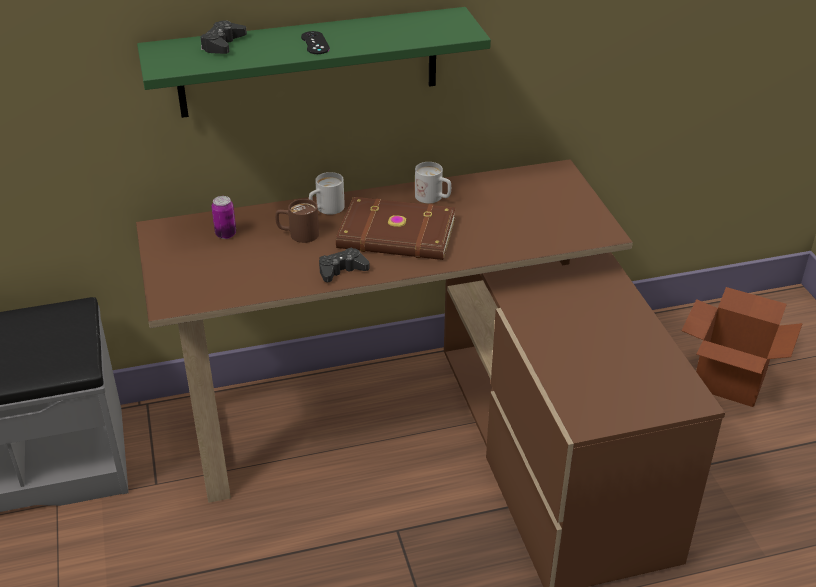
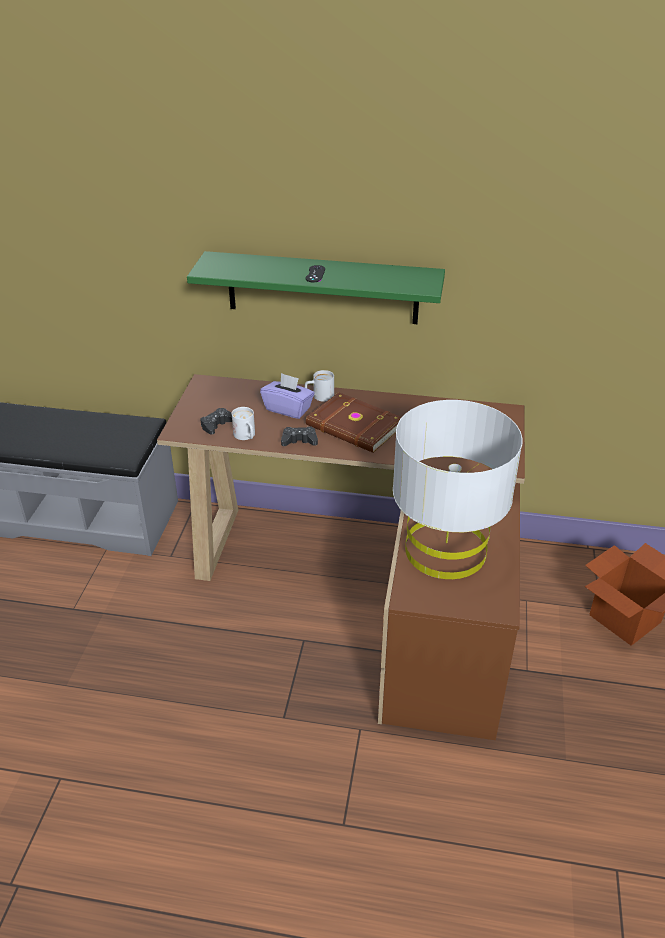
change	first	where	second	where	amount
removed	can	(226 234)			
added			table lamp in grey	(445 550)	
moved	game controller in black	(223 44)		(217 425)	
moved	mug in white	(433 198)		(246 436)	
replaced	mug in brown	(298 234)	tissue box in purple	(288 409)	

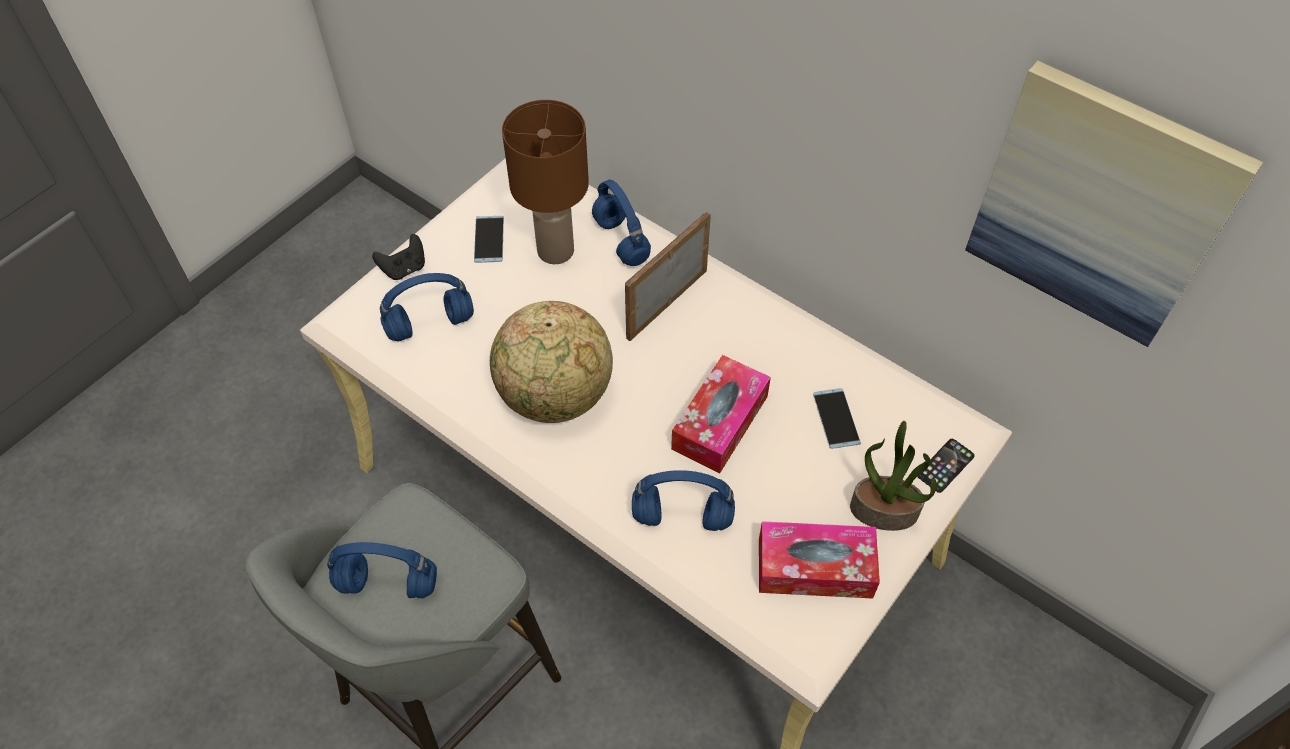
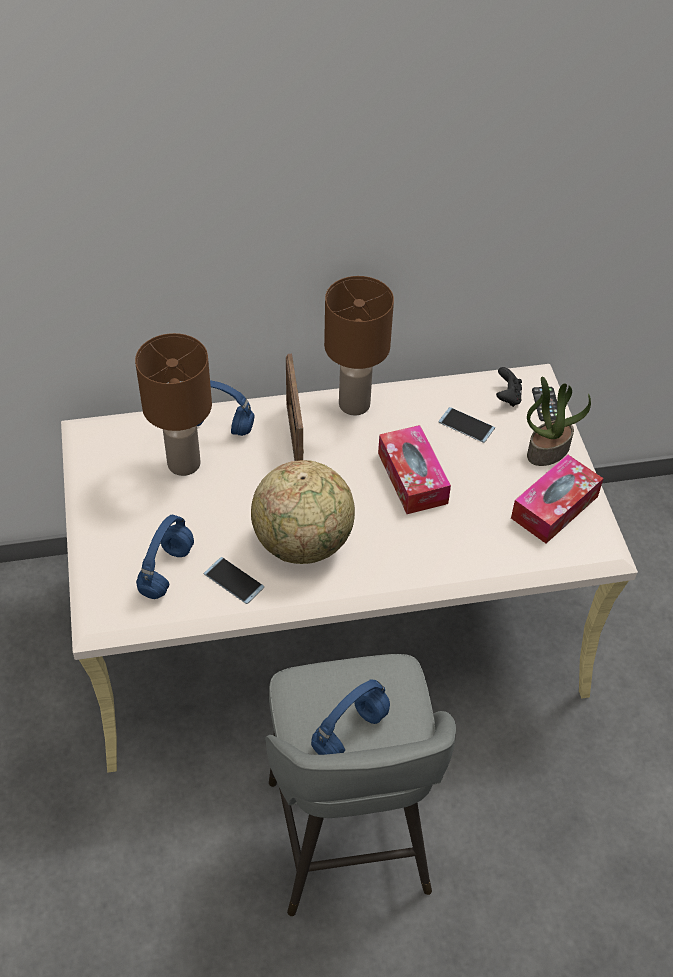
change	first	where	second	where	amount
removed	headphones in blue	(680 518)			
removed	picture	(1099 206)			
added			table lamp in brown	(354 405)	
moved	game controller in black	(404 269)		(507 397)	
moved	phone	(489 239)		(234 580)	

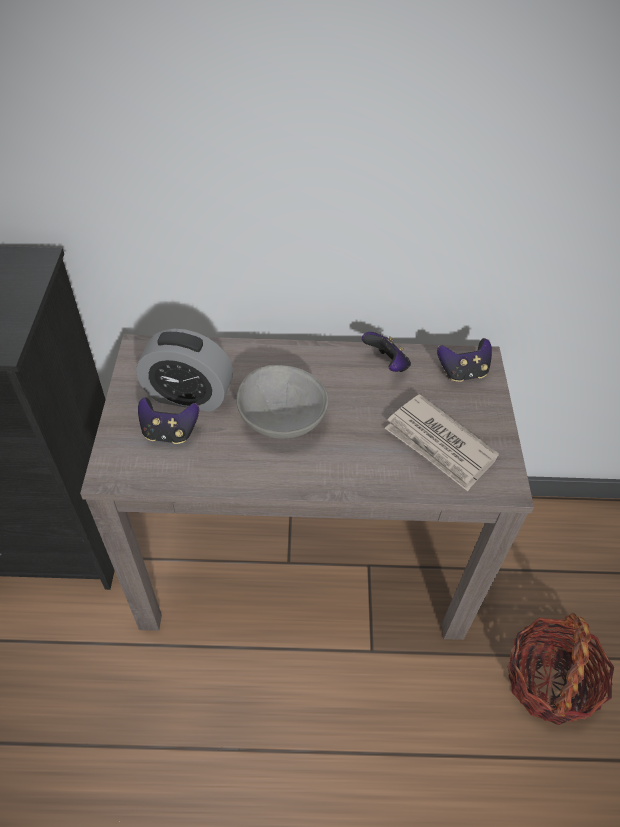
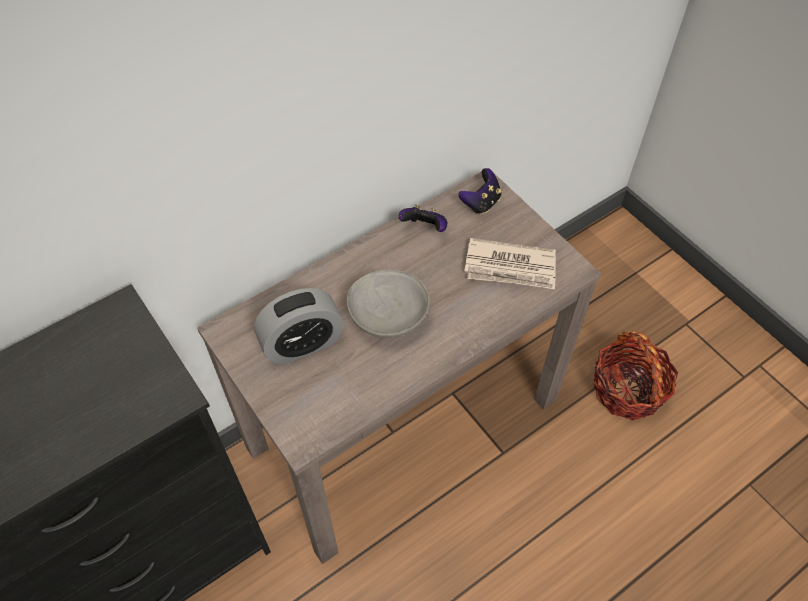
change	first	where	second	where	amount
removed	game controller	(169 432)			

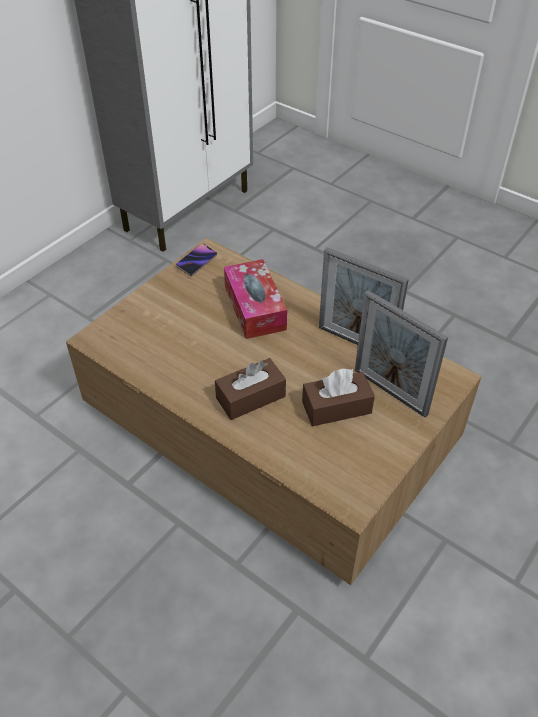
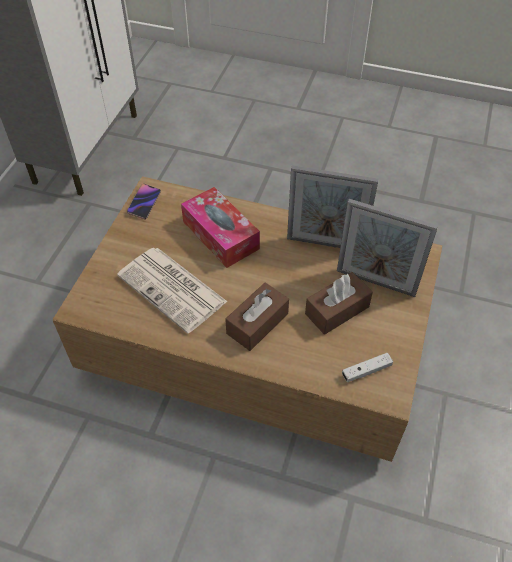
change	first	where	second	where	amount
added			newspaper	(173 289)	
added			game controller in white	(366 371)	

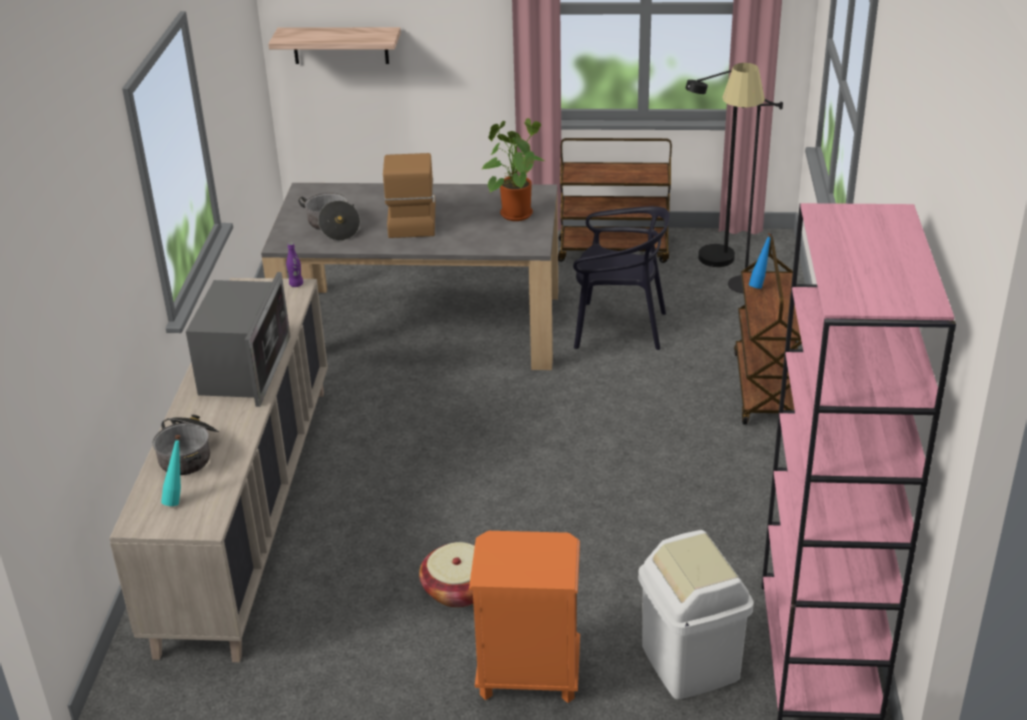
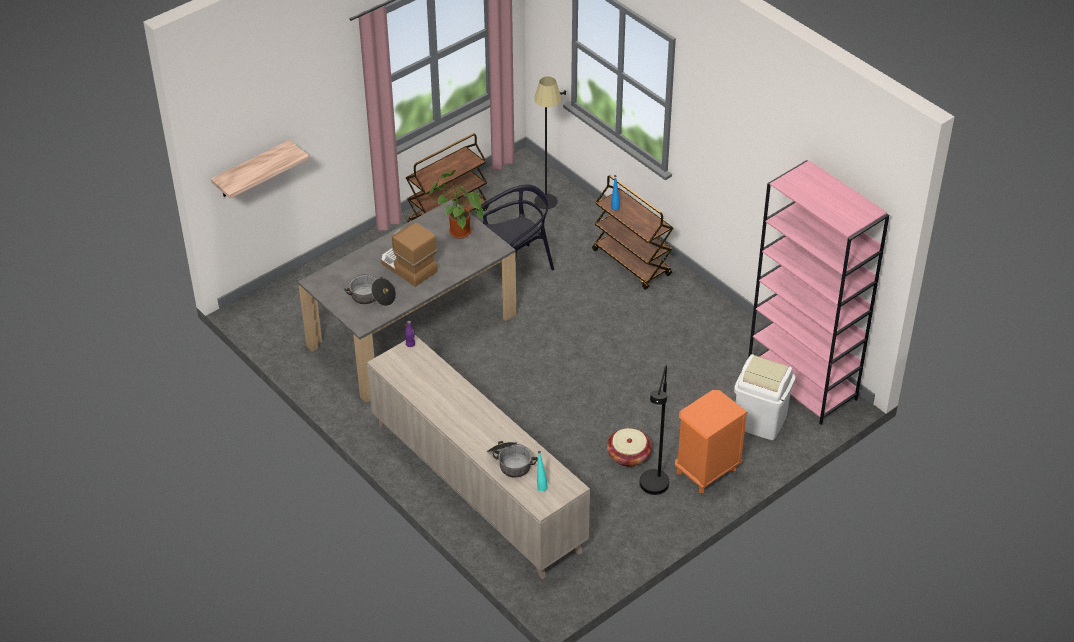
change	first	where	second	where	amount
removed	microwave	(244 369)			
moved	floor lamp in black	(708 261)		(653 490)	

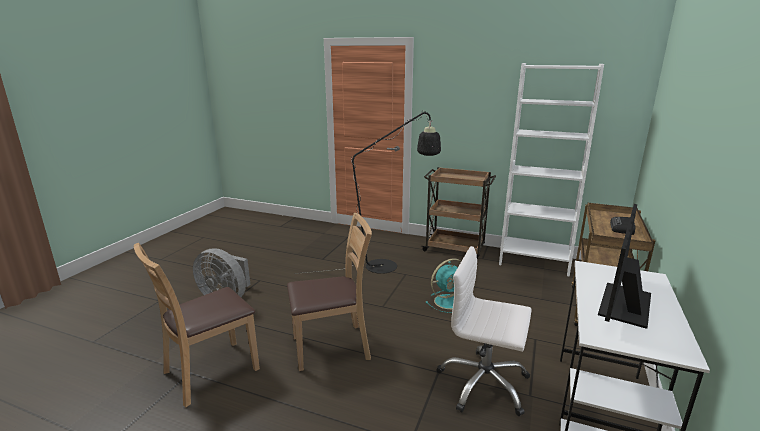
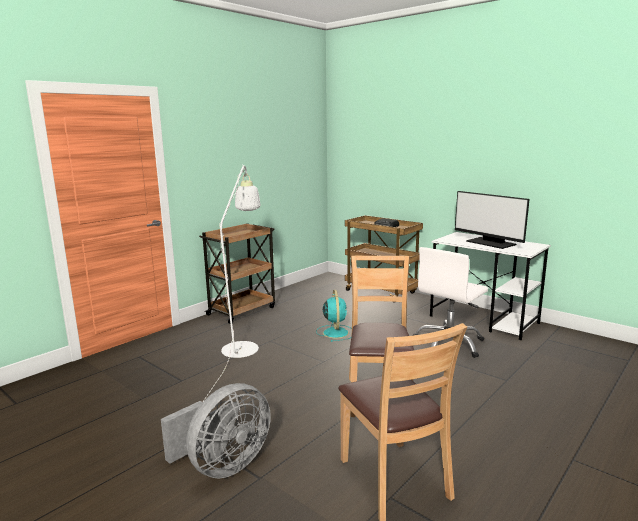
change	first	where	second	where	amount
removed	bookcase in white	(534 262)			
recoloured	floor lamp in black	(389 265)	floor lamp in white	(242 345)	

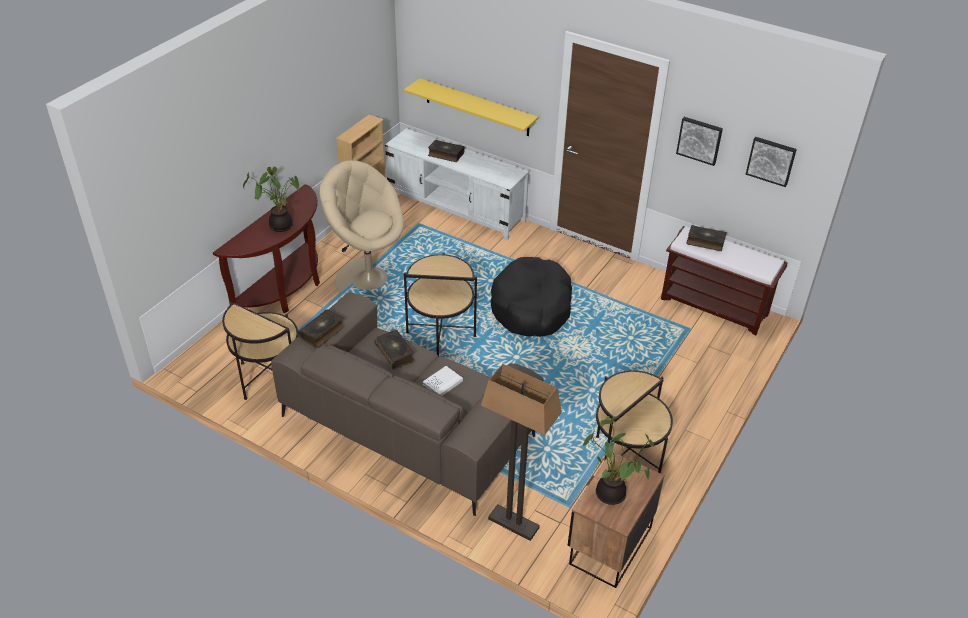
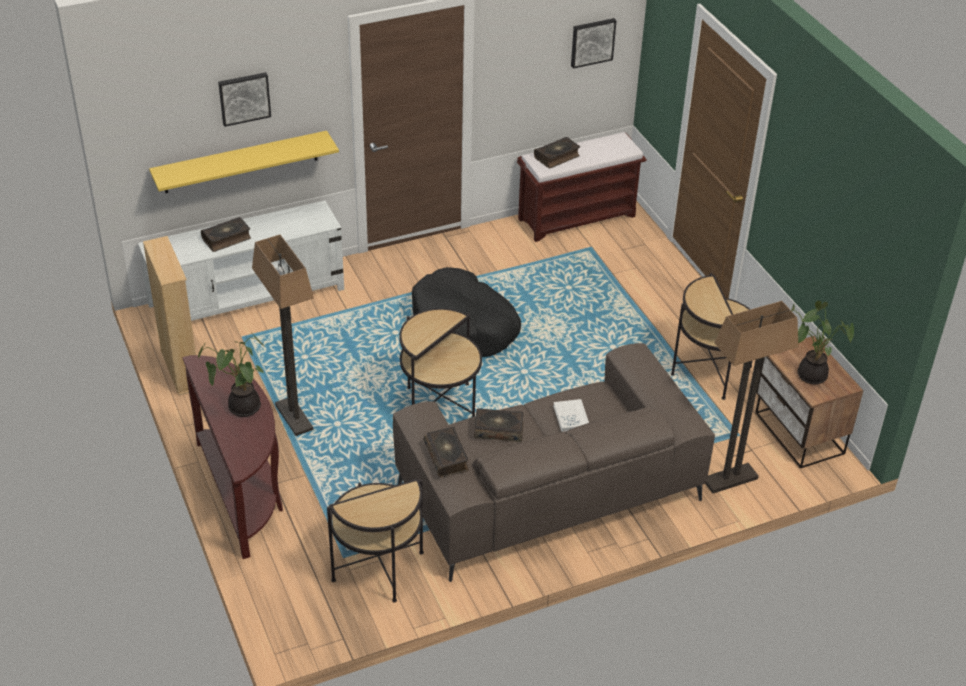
change	first	where	second	where	amount
moved	picture	(699 140)		(244 98)	
replaced	armchair in beige	(368 278)	floor lamp	(293 417)	

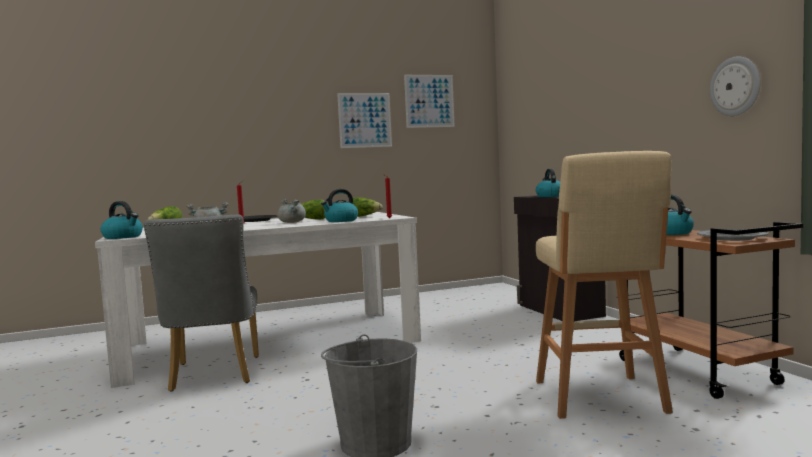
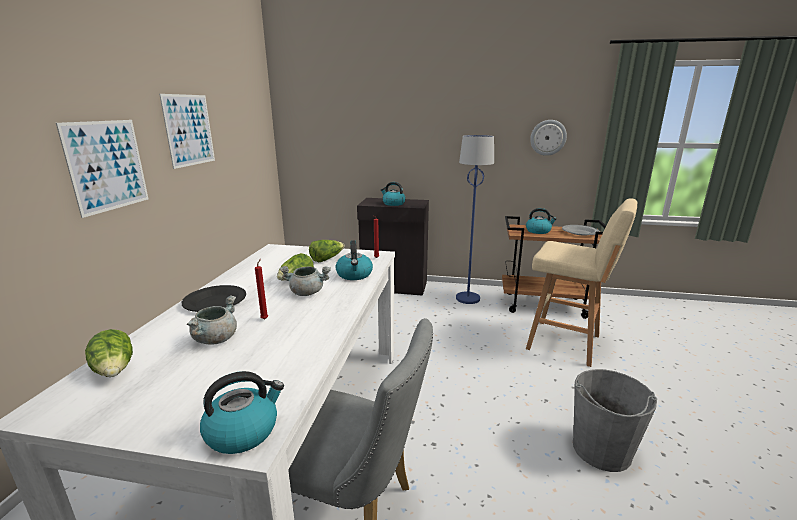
change	first	where	second	where	amount
added			floor lamp in blue	(468 298)	
moved	picture	(429 101)		(107 166)	

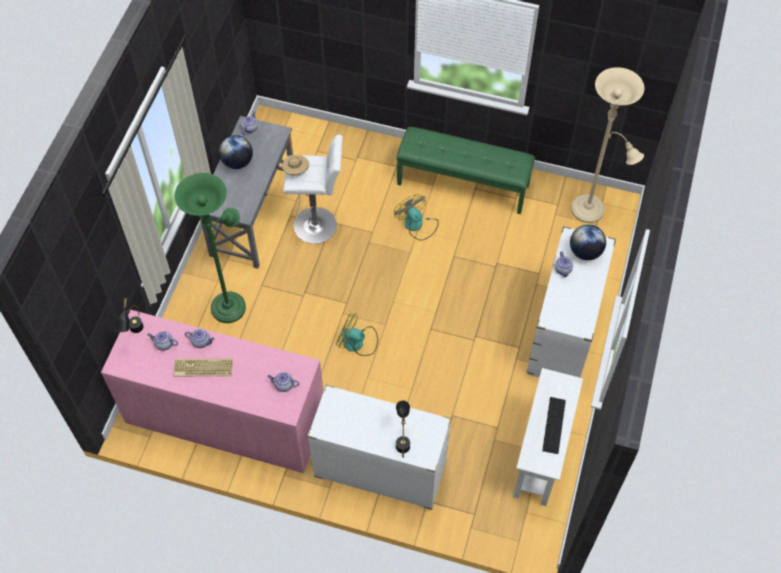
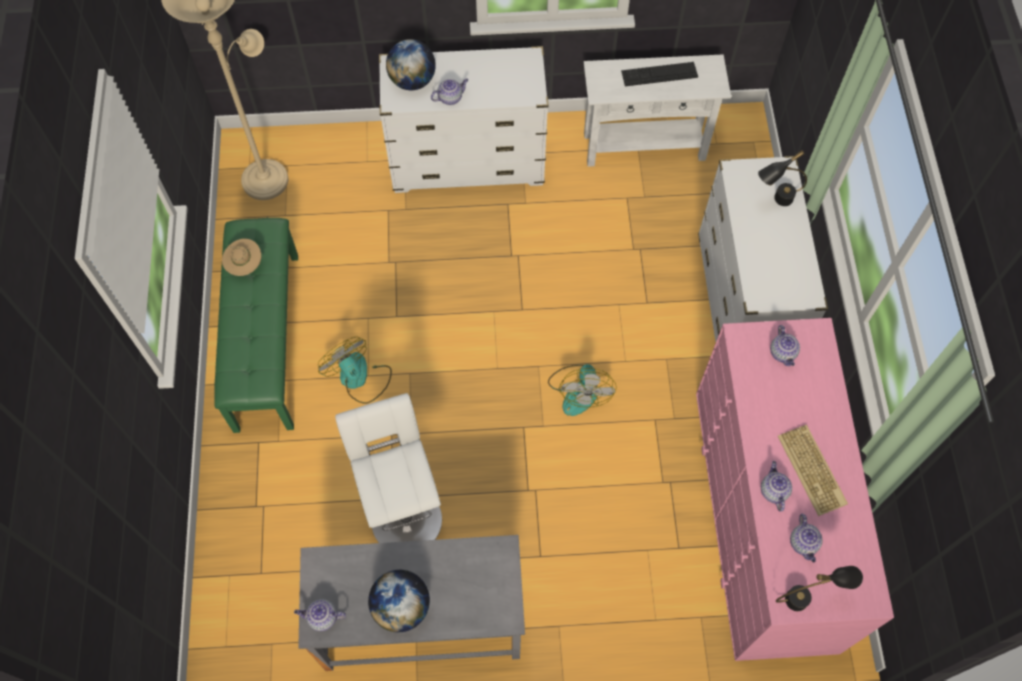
change	first	where	second	where	amount
removed	floor lamp in green	(230 304)			
moved	hat in beige	(296 171)		(244 265)	
turned	fan	(417 225)		(359 378)	105 degrees clockwise

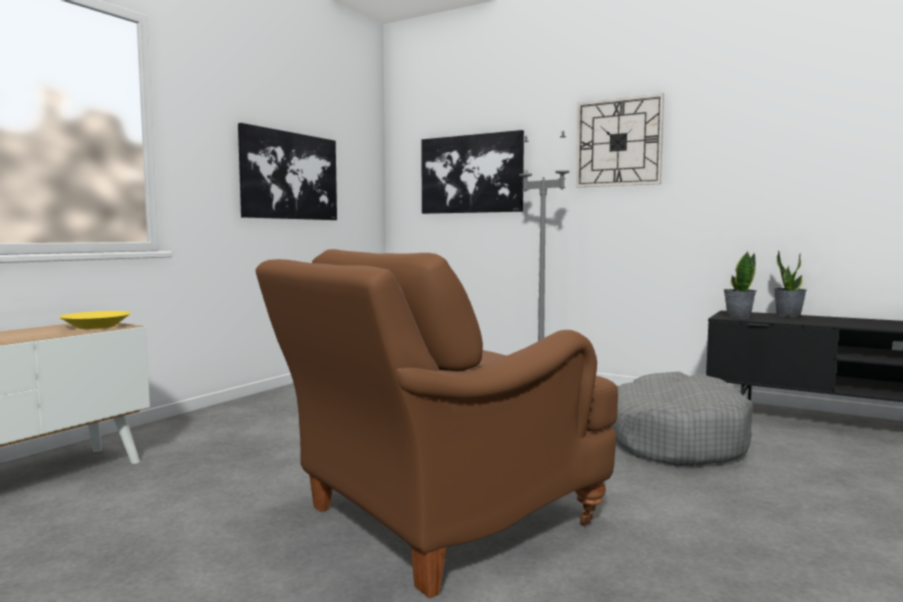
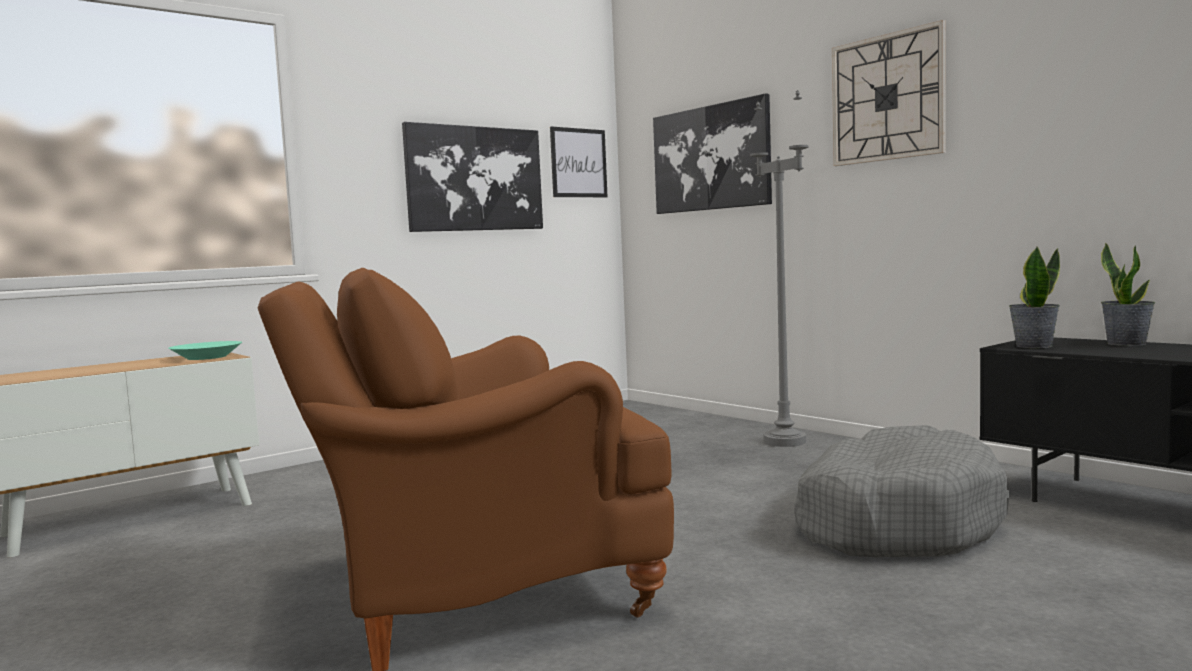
change	first	where	second	where	amount
added			picture	(578 163)	
recoloured	bowl in yellow	(96 326)	bowl in turquoise	(207 357)	

